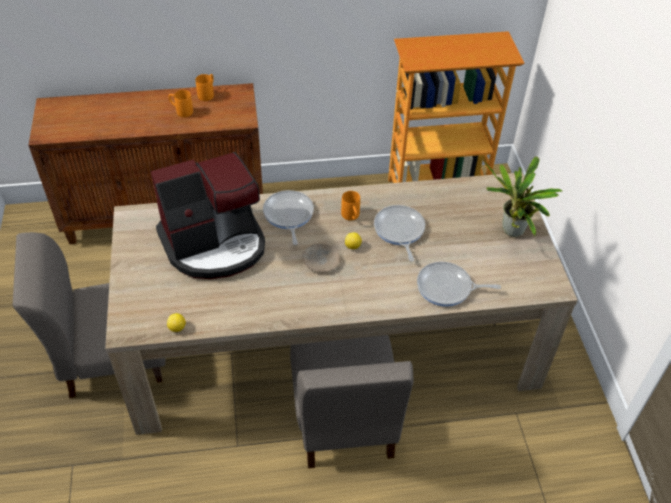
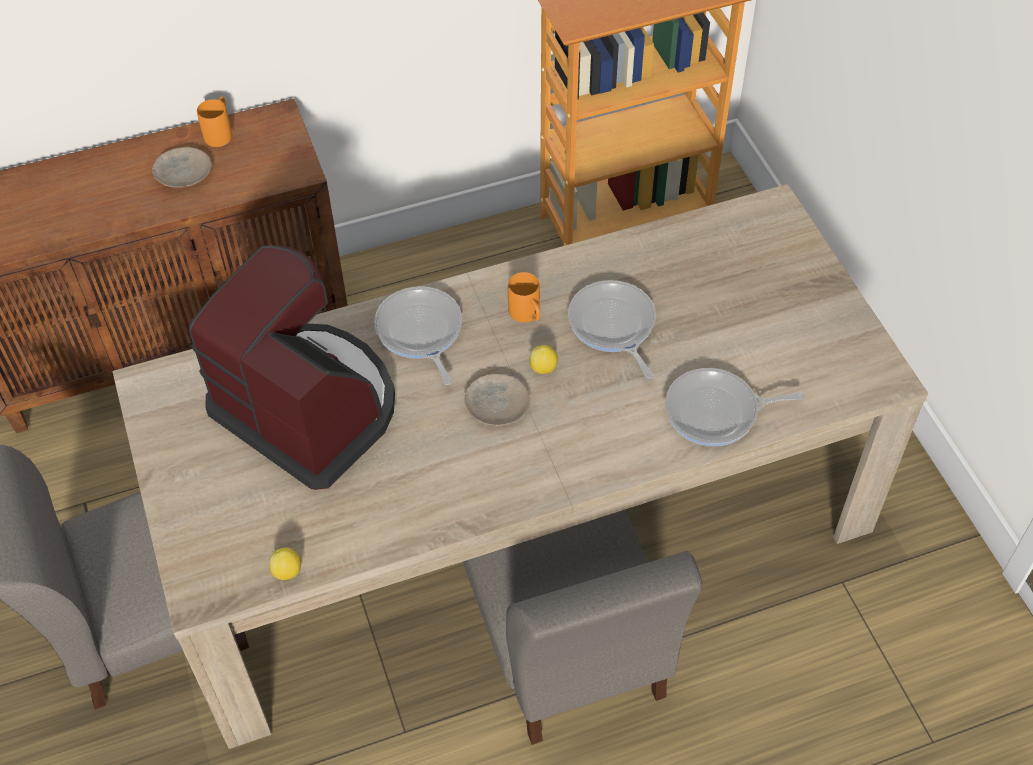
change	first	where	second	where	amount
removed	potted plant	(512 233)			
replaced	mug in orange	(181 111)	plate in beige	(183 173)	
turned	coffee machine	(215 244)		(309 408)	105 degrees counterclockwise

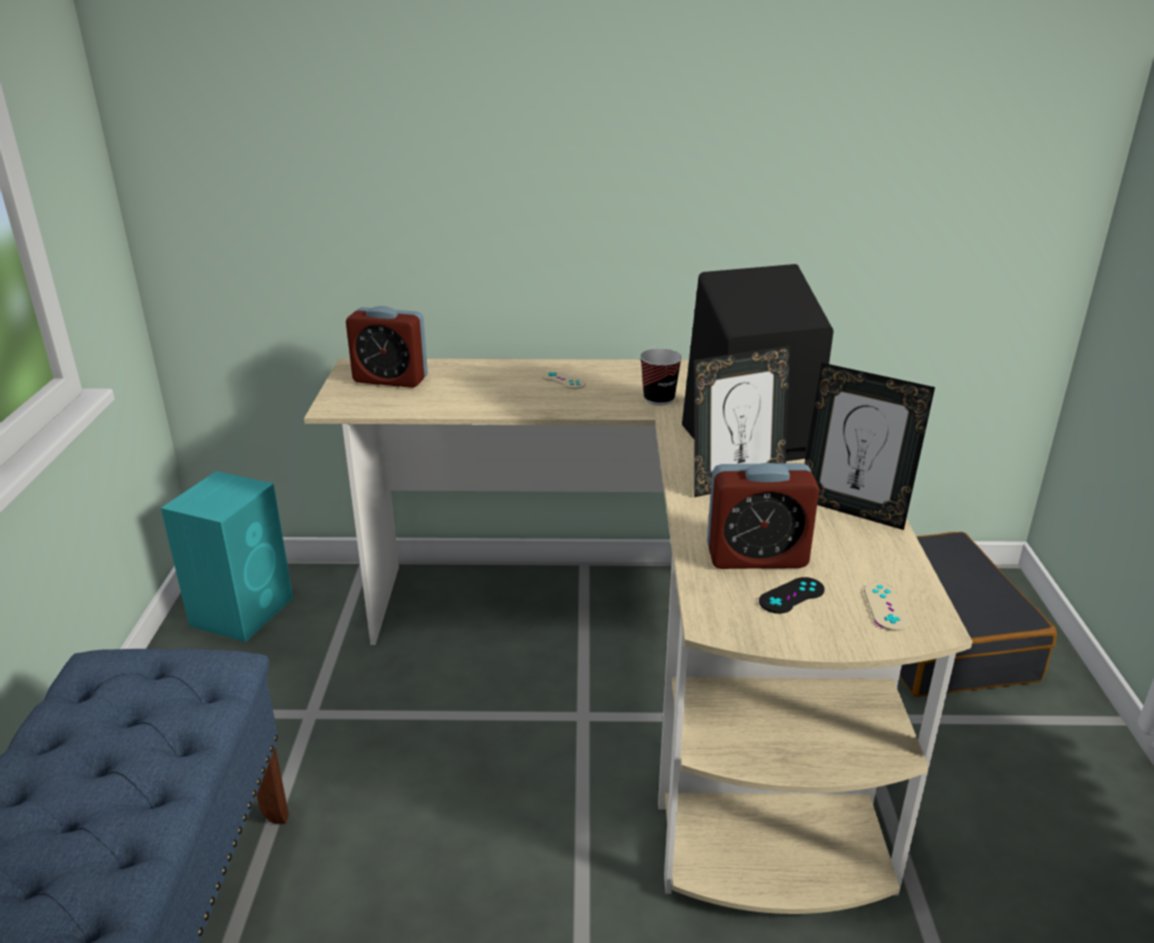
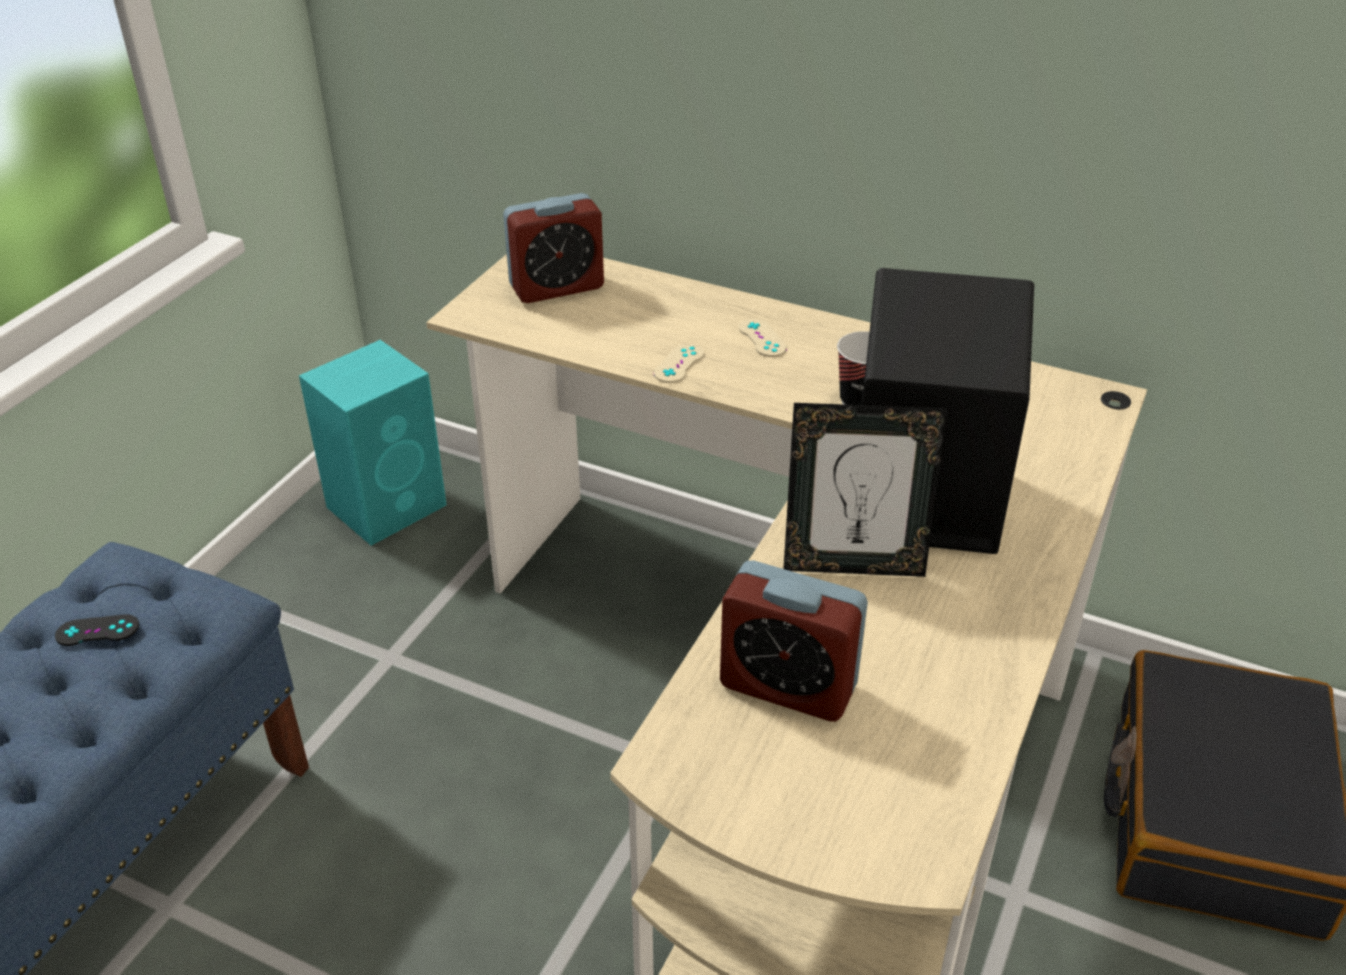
change	first	where	second	where	amount
removed	picture frame	(852 510)			
moved	game controller in black	(791 596)		(97 631)	
moved	game controller in beige	(886 606)		(679 364)	
turned	alarm clock	(390 379)		(557 287)	60 degrees counterclockwise

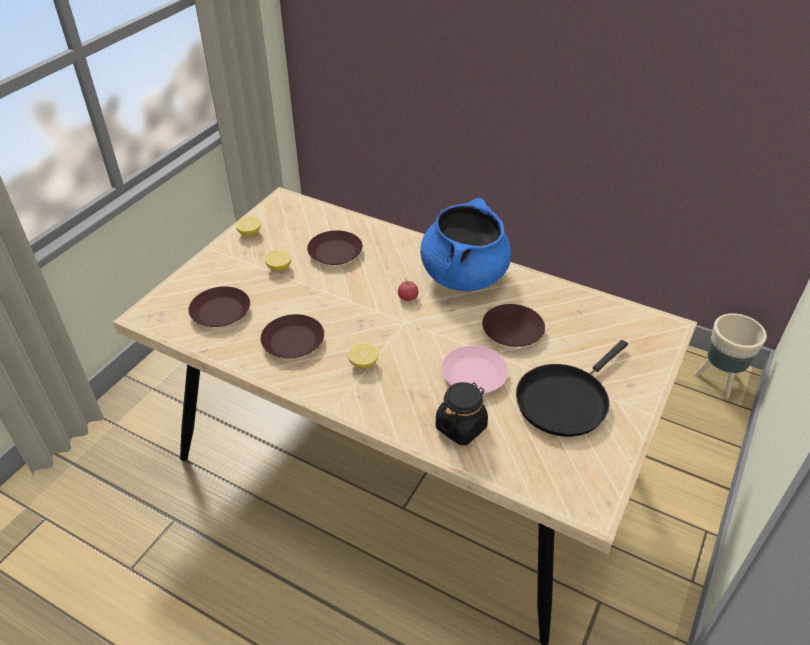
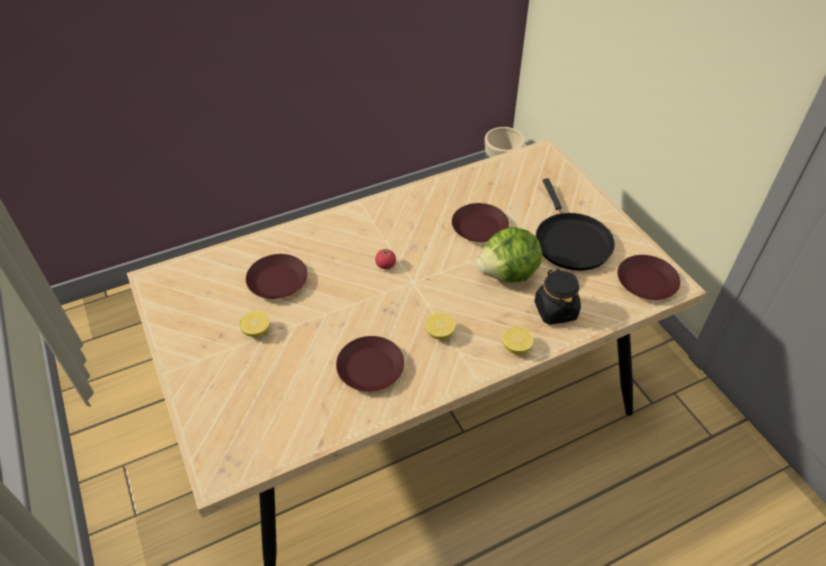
change	first	where	second	where	amount
removed	cooking pot in blue	(463 275)			
moved	plate in brown	(220 312)		(646 282)	
moved	lemon	(249 233)		(516 347)	
replaced	plate in pink	(474 375)	lettuce	(508 274)	

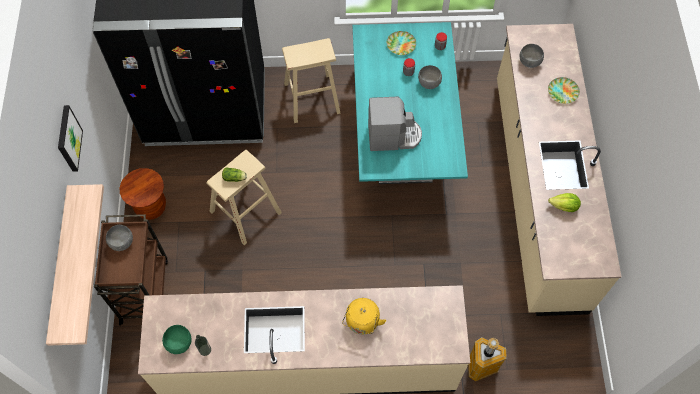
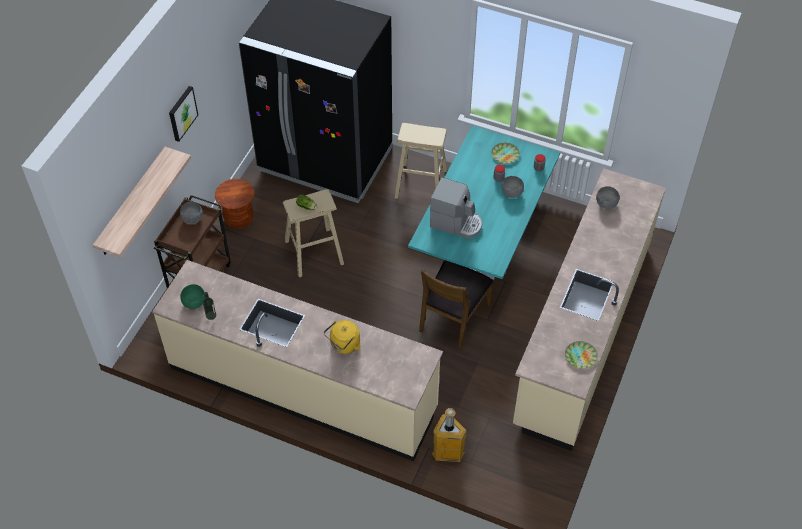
change	first	where	second	where	amount
removed	lettuce	(564 207)			
added			chair in brown	(453 317)	
moved	plate	(562 92)		(580 356)	

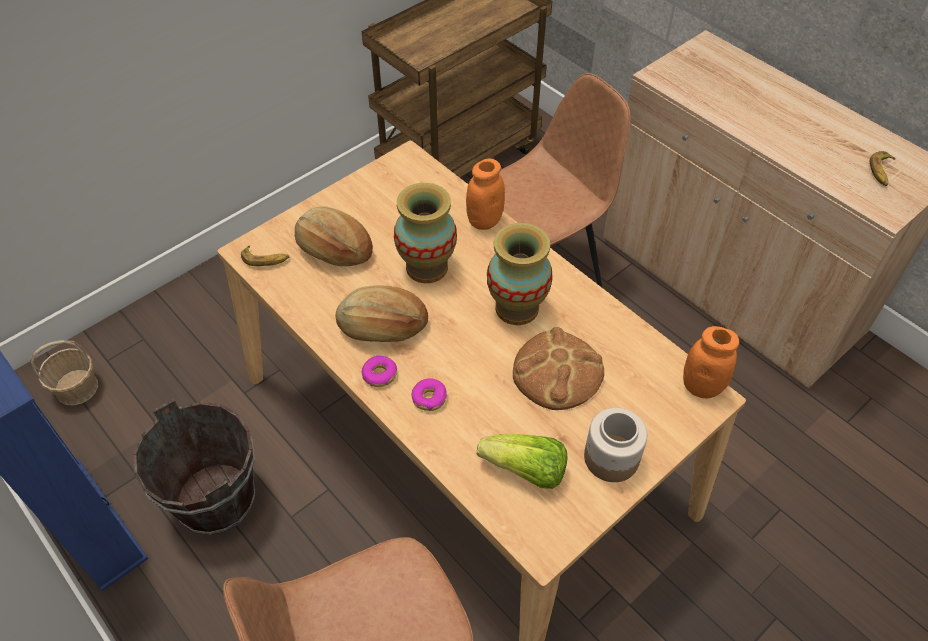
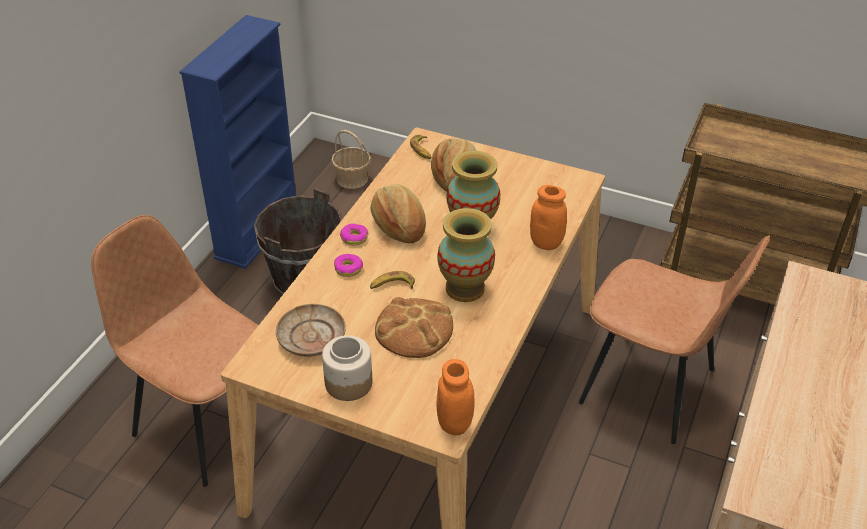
change	first	where	second	where	amount
moved	banana	(881 172)		(392 286)	
replaced	lettuce	(526 471)	plate in beige	(311 338)	

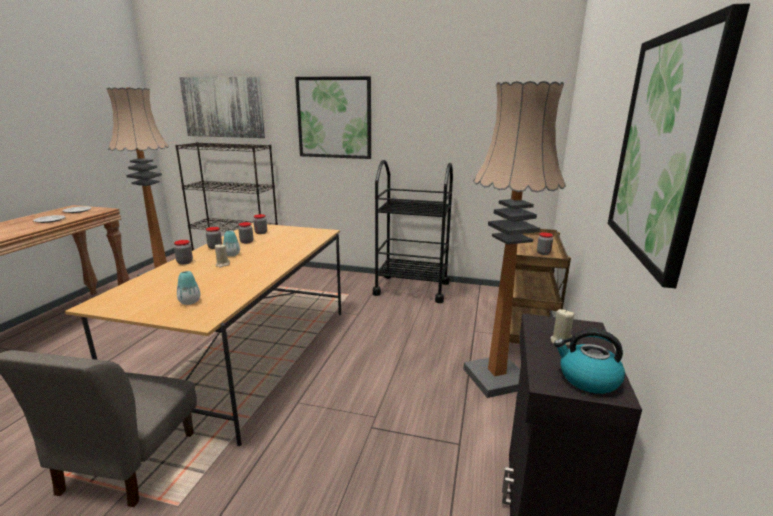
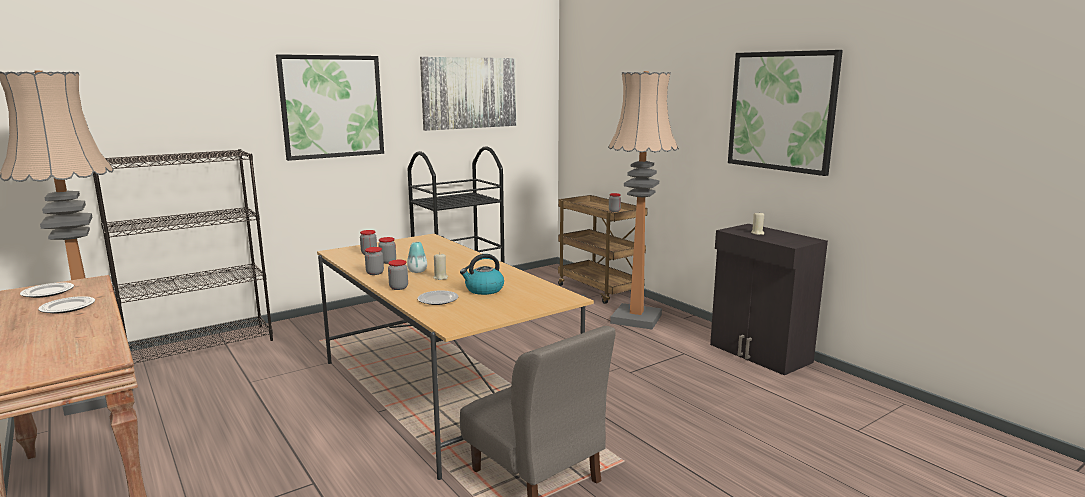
change	first	where	second	where	amount
removed	vase	(190 302)			
added			plate	(438 300)	
moved	picture	(223 107)		(469 93)	
moved	kettle	(587 379)		(484 290)	

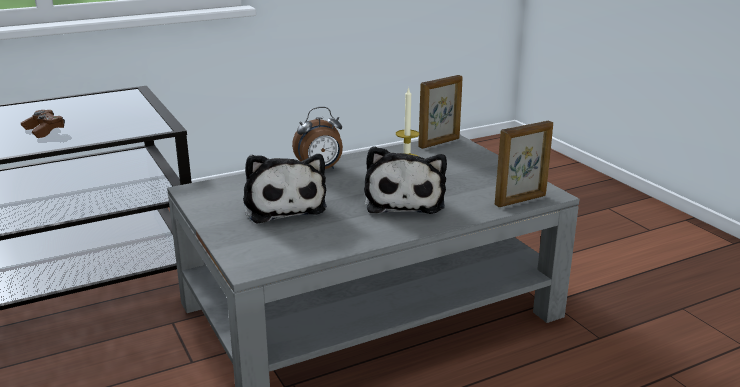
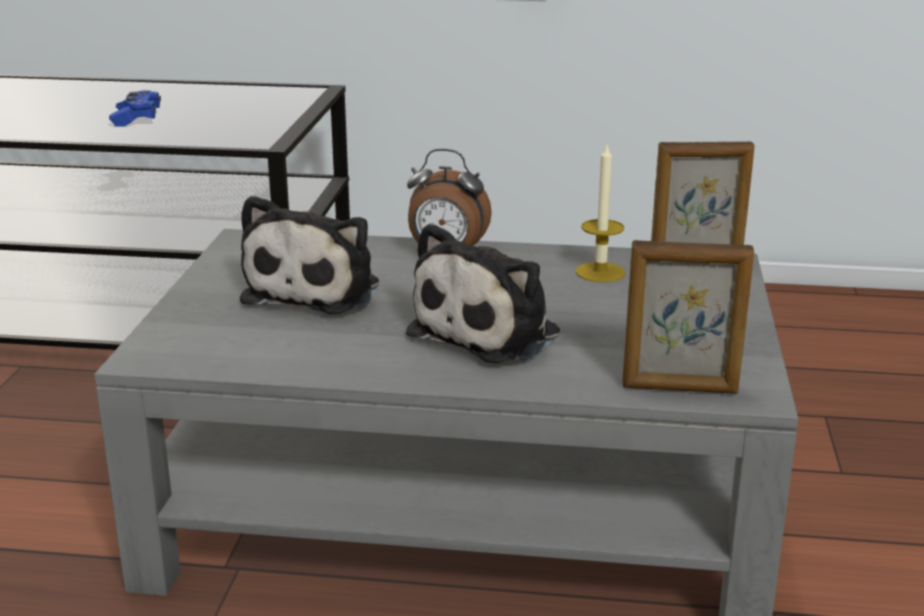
change	first	where	second	where	amount
recoloured	game controller in brown	(44 131)	game controller in blue	(136 119)	

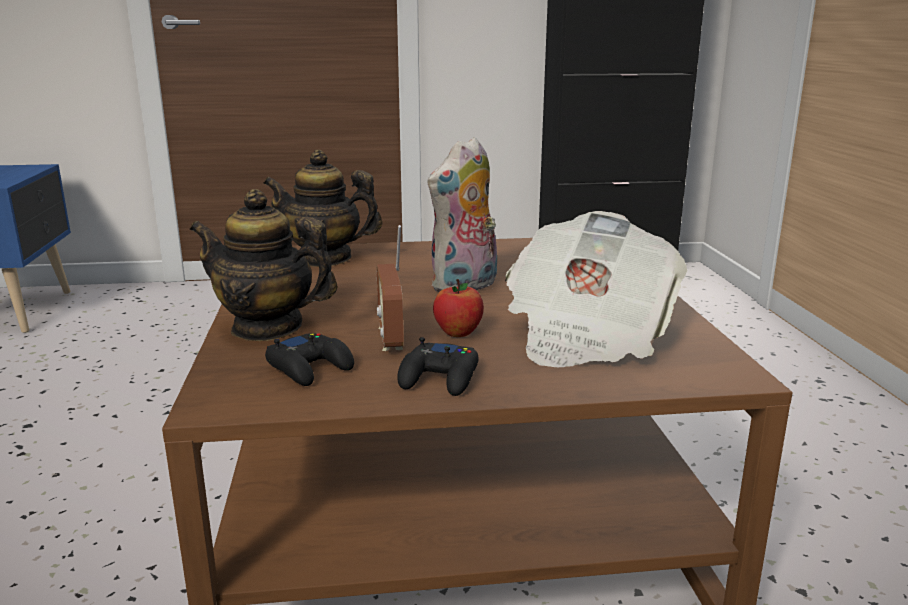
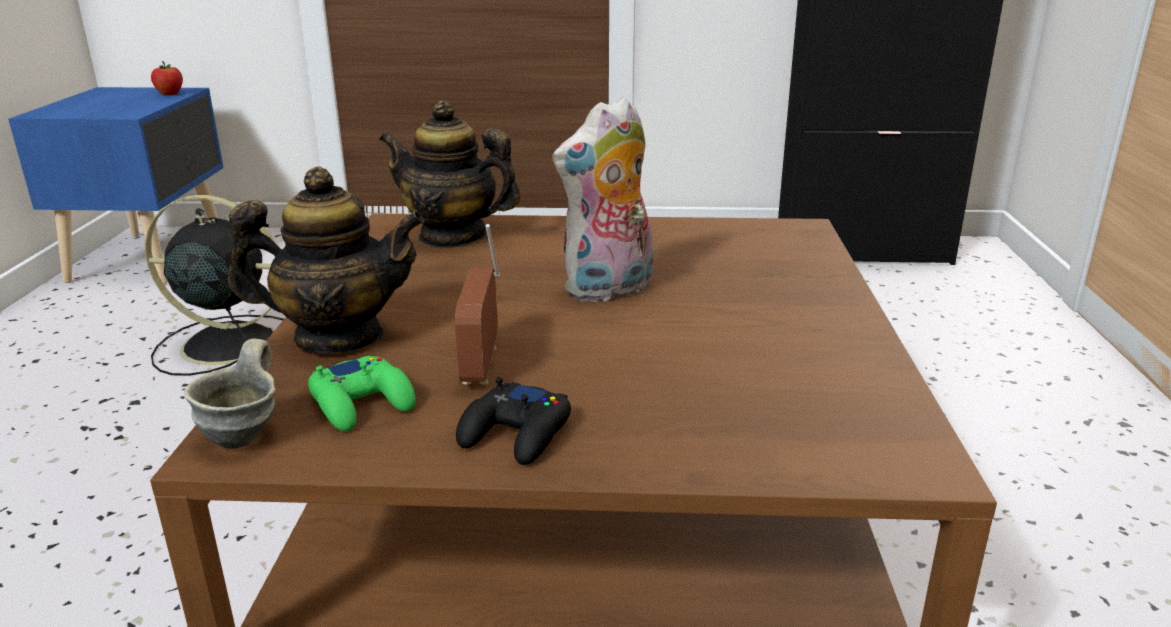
change	first	where	second	where	amount
removed	newspaper	(586 334)			
added			fan in black	(225 344)	
added			mug in grey	(249 435)	
moved	apple	(458 333)		(170 94)	
recoloured	game controller in black	(310 368)	game controller in green	(362 403)	
turned	teapot	(267 328)		(339 337)	150 degrees clockwise

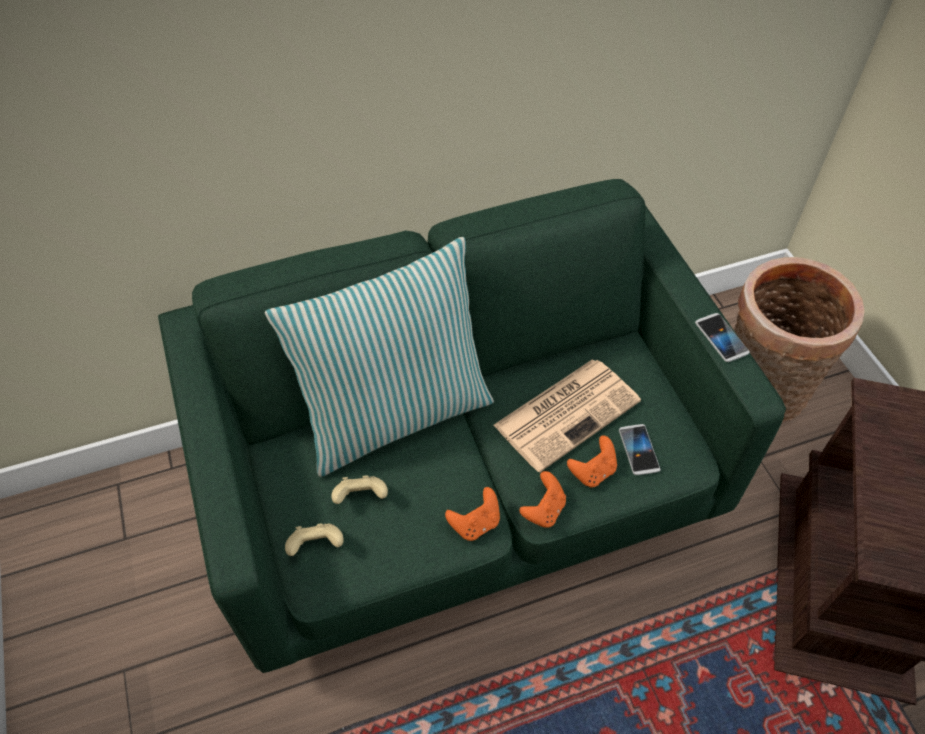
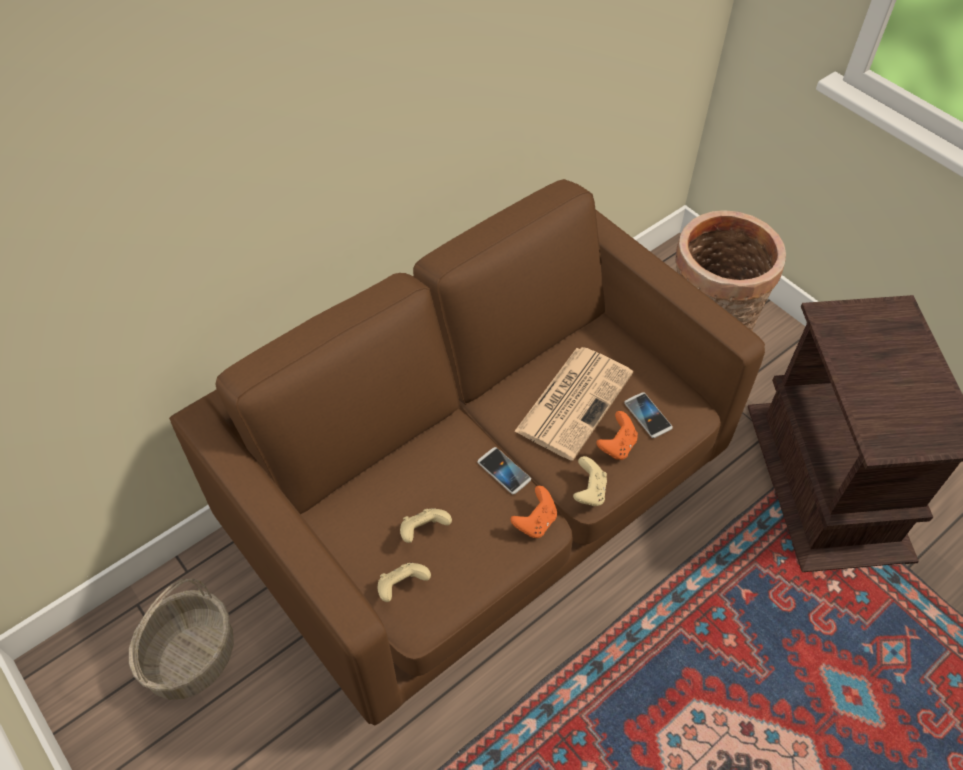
change	first	where	second	where	amount
removed	pillow	(395 413)			
added			basket	(192 656)	
moved	phone	(721 338)		(504 471)	
recoloured	sofa in green	(463 491)	sofa in brown	(481 505)	
recoloured	game controller in orange	(543 510)	game controller in beige	(589 492)	

